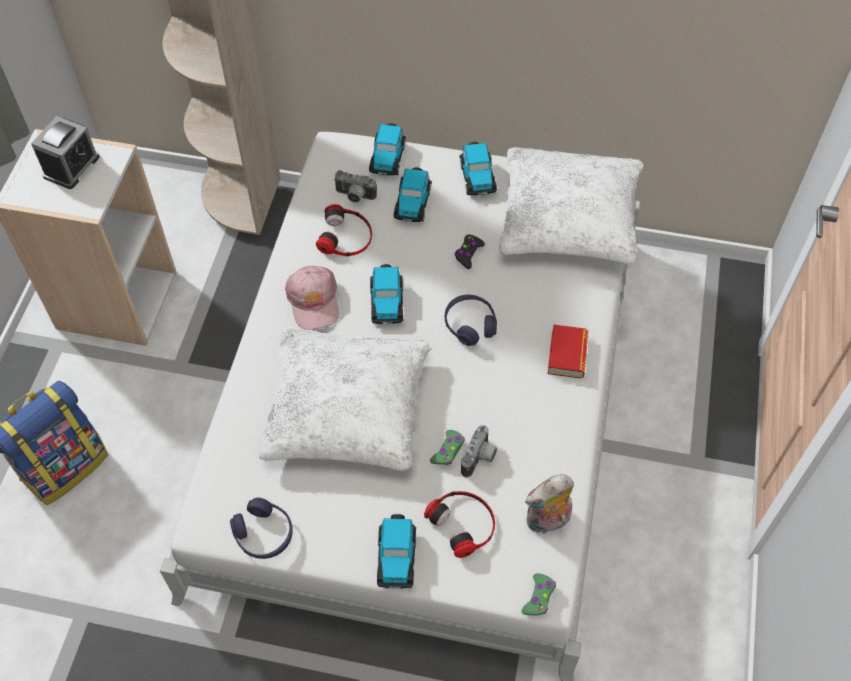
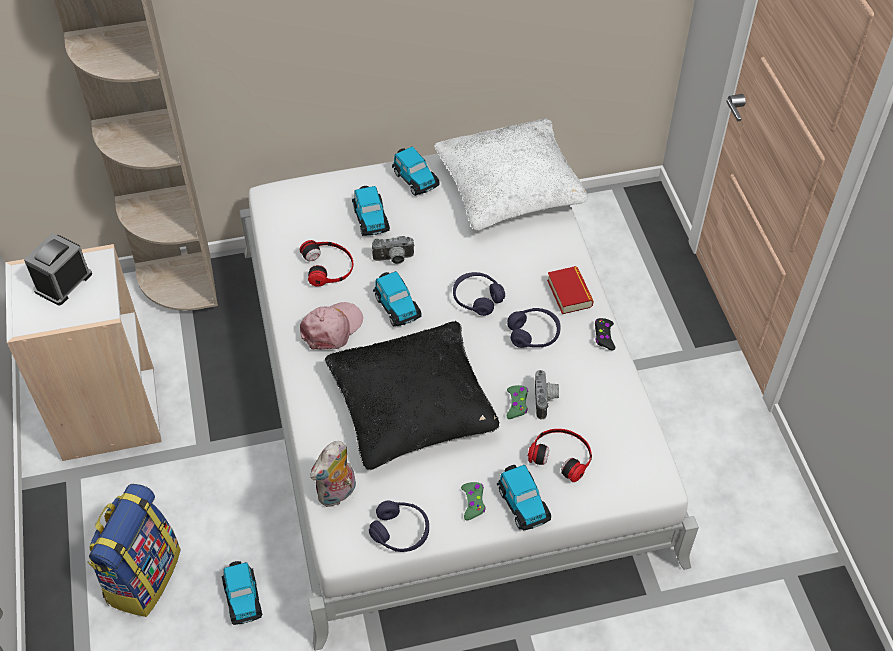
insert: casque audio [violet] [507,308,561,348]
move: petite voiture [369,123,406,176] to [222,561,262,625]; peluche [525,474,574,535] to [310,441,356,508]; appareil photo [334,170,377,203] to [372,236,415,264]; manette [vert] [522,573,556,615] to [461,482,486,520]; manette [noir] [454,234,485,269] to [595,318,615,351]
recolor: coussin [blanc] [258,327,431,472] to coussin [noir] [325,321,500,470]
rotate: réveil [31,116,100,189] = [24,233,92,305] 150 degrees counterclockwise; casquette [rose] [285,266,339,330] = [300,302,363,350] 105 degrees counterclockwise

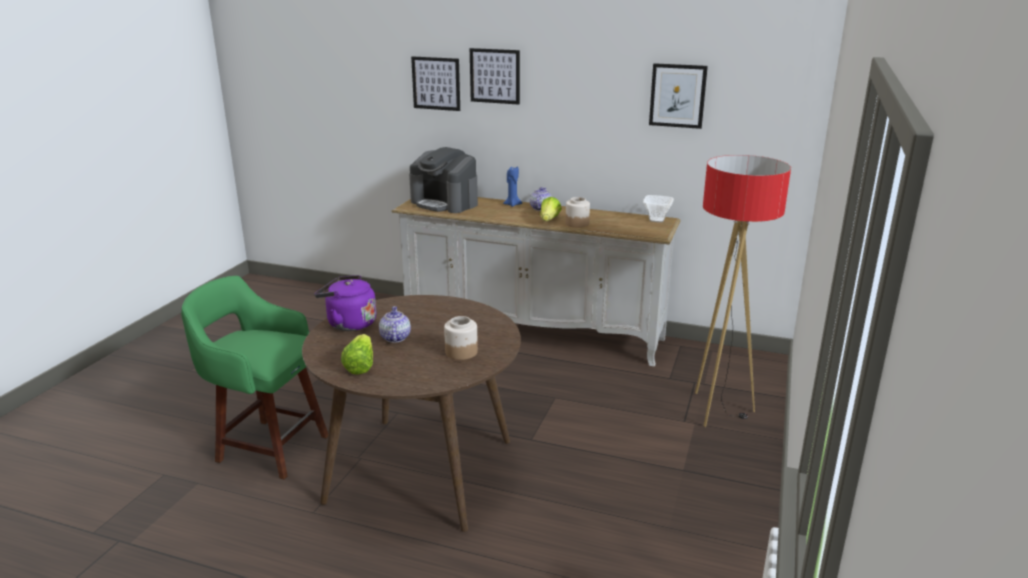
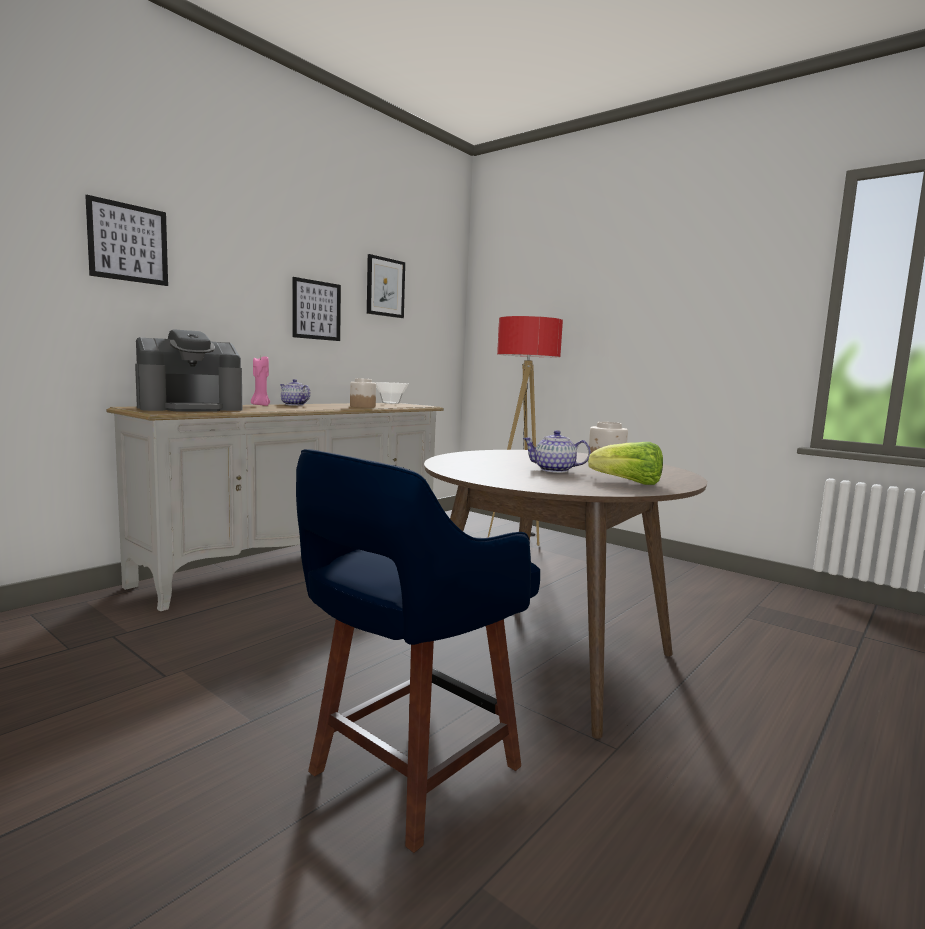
delete: bouilloire [violet] [314,275,376,331]; laitue [540,197,562,221]
move: tableau [470,48,520,105] to [292,277,341,341]
recolor: bougie [bleu] [503,166,522,207] to bougie [rose] [251,356,270,406]; tabouret [vert] [181,276,328,479] to tabouret [bleu] [296,449,540,853]

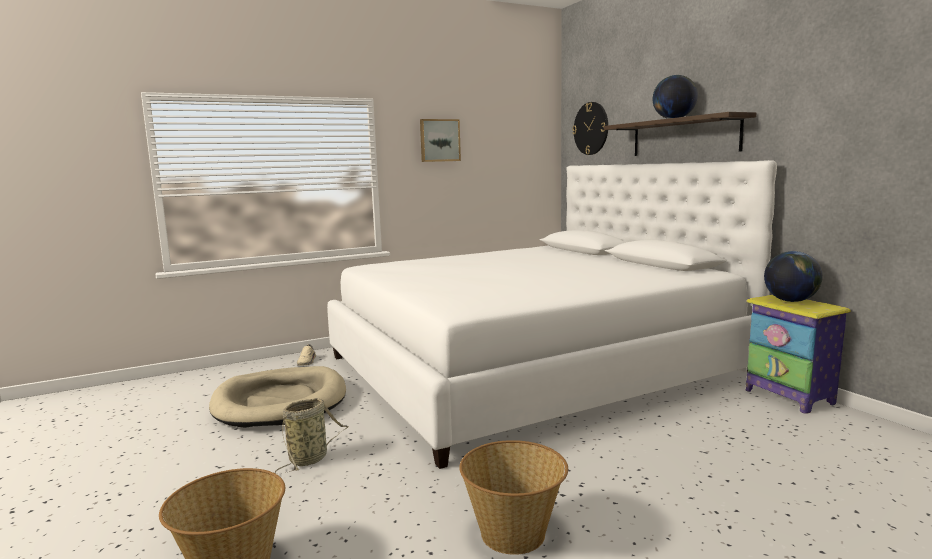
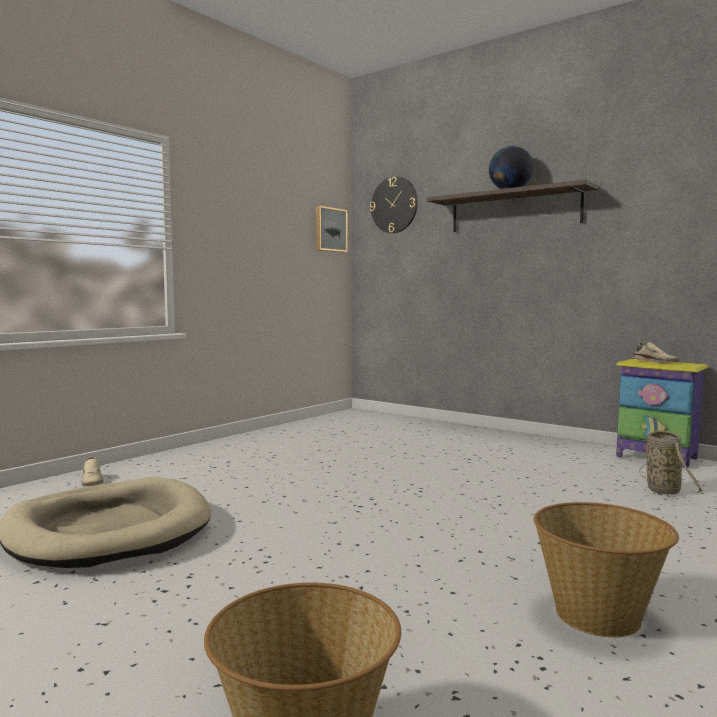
delete: lit [blanc] [327,160,777,469]
move: tableau [420,119,461,162] to [316,206,347,252]; panier [275,398,348,474] to [639,431,703,499]
replace: globe [764,251,823,302] to chaussure [beige] [633,342,678,363]

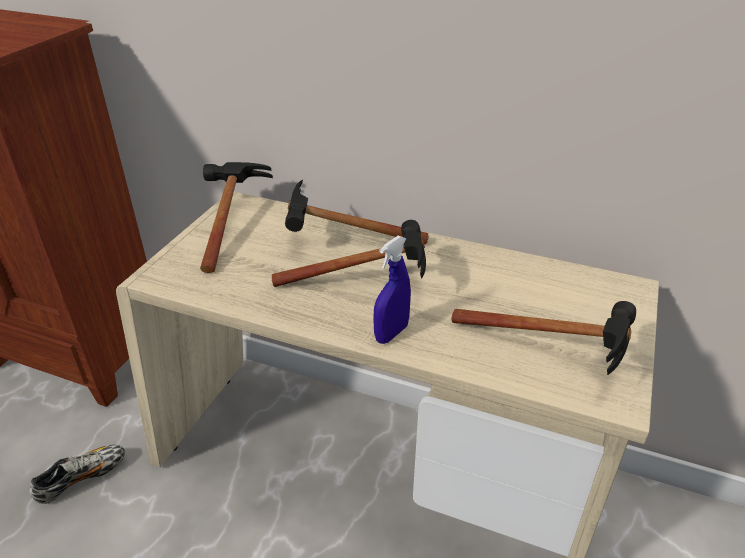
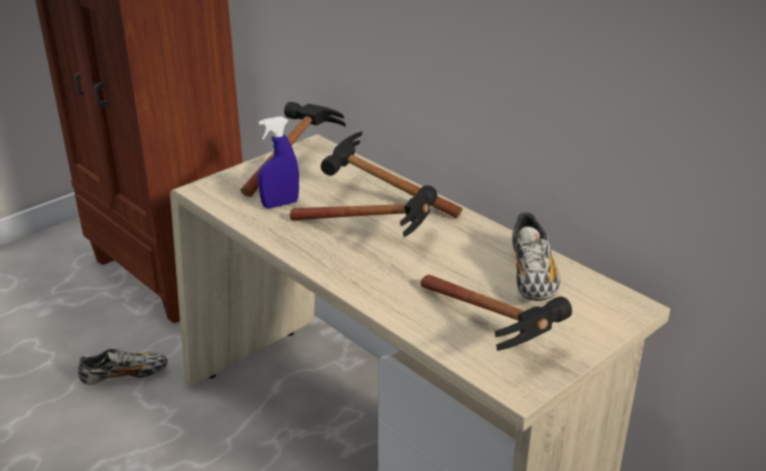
insert: chaussure [512,212,560,301]
move: vaporisateur [bleu] [373,236,411,344] to [258,116,299,208]

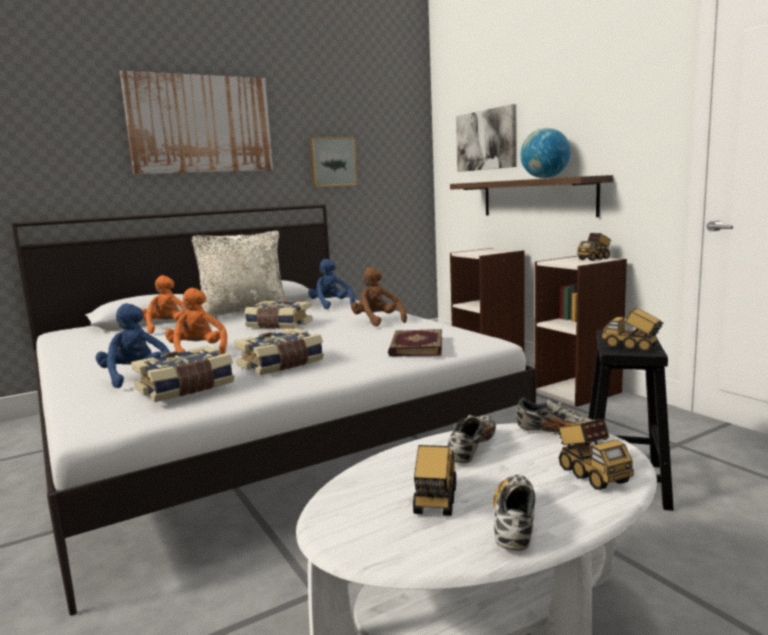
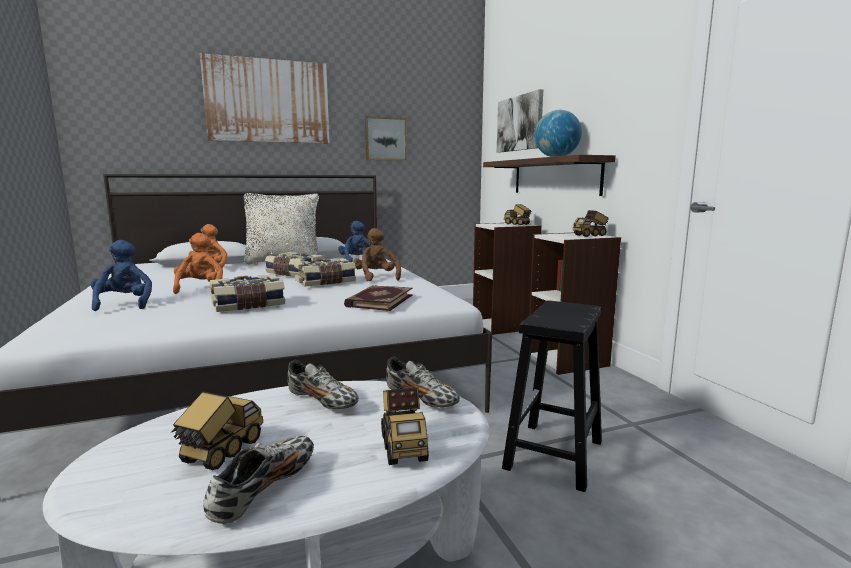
move: livre [131,346,234,402] to [294,258,356,286]; camion jouet [602,308,663,352] to [504,204,532,225]
rotate: chaussure [447,415,496,463] = [287,360,359,409] 90 degrees clockwise

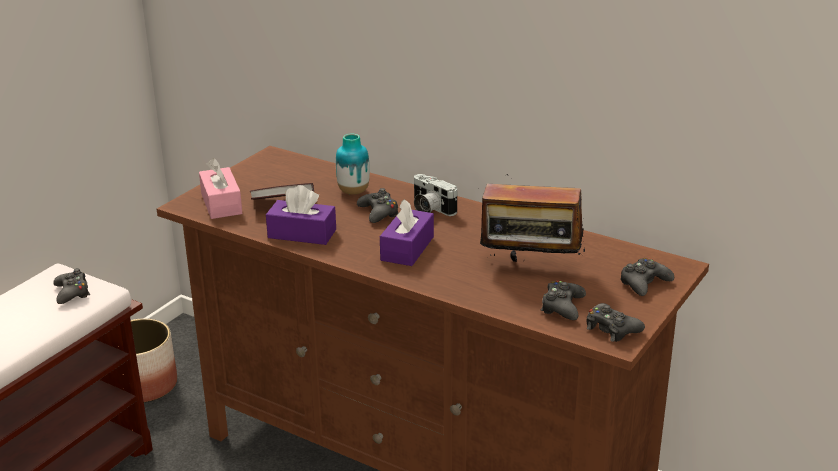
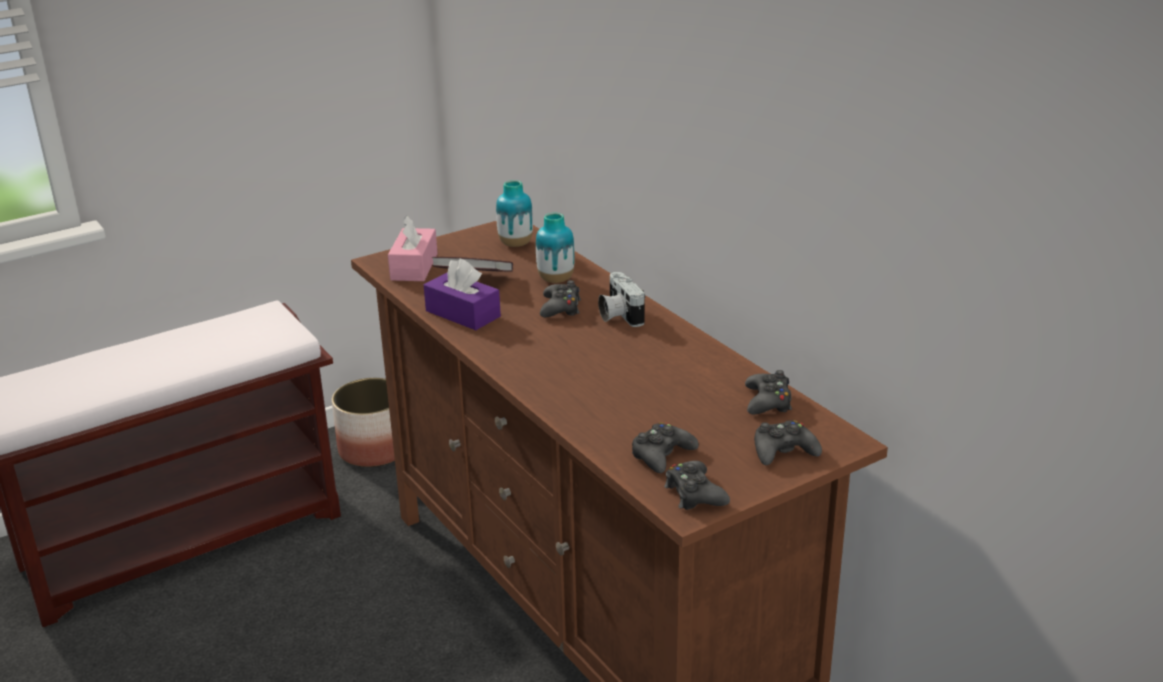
delete: boîte à mouchoirs [violet] [380,199,434,266]; radio [480,174,586,262]
insert: vase [496,180,533,247]
move: manette [noir] [53,268,90,304] to [745,370,792,414]

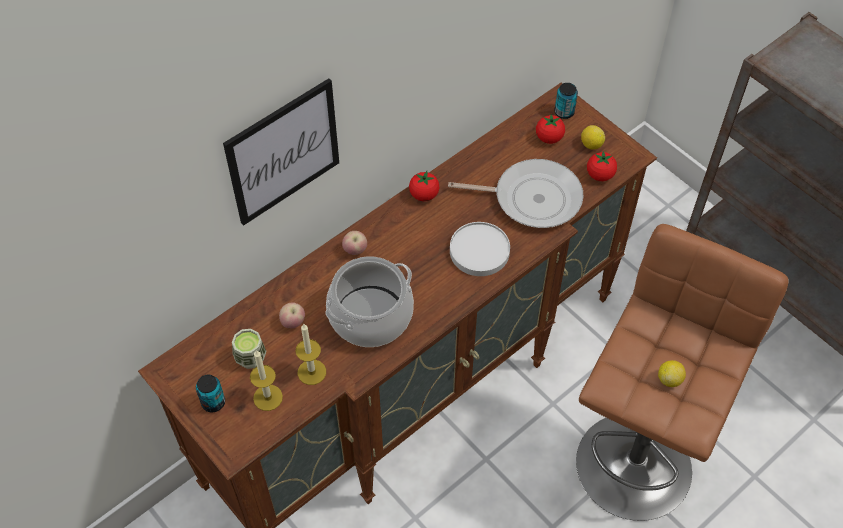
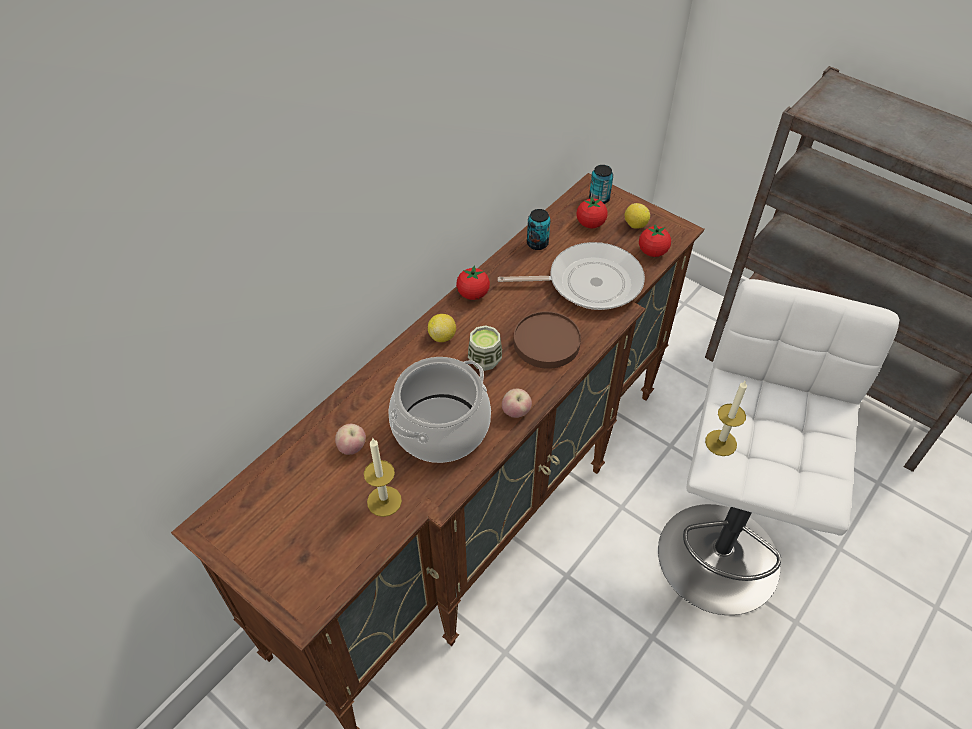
delete: tableau [223,78,339,226]
move: citron [658,360,686,387] to [428,314,456,342]; tasse [232,329,266,369] to [468,325,502,371]; pomme [342,231,367,255] to [502,389,532,418]; boîte métallique [196,375,225,412] to [527,209,551,250]; bougie [250,350,283,411] to [705,380,747,456]
recolor: assiette [blanc] [450,222,510,276] to assiette [marron] [514,311,581,369]; tabouret [marron] [576,224,789,521] to tabouret [blanc] [658,279,899,615]

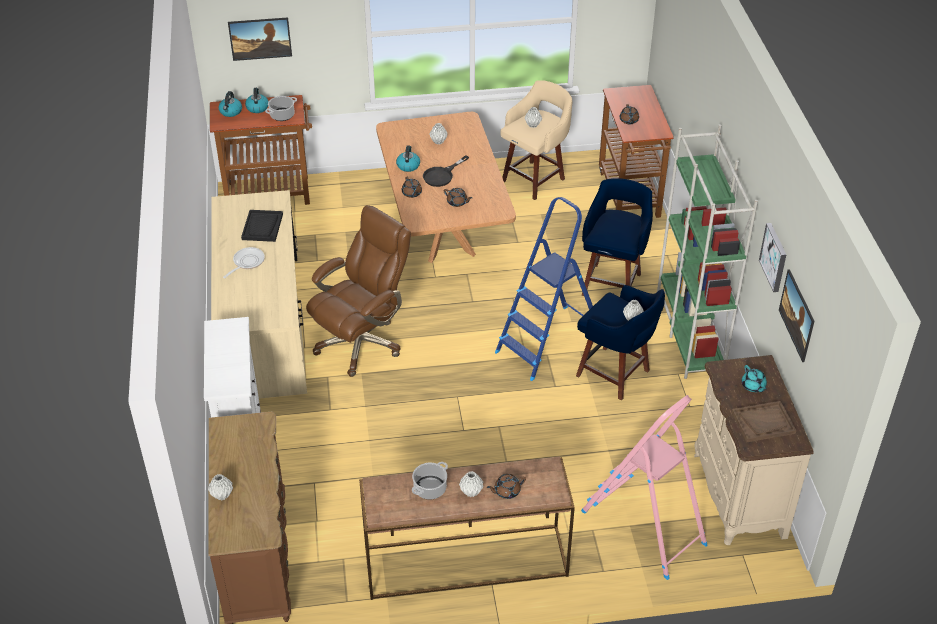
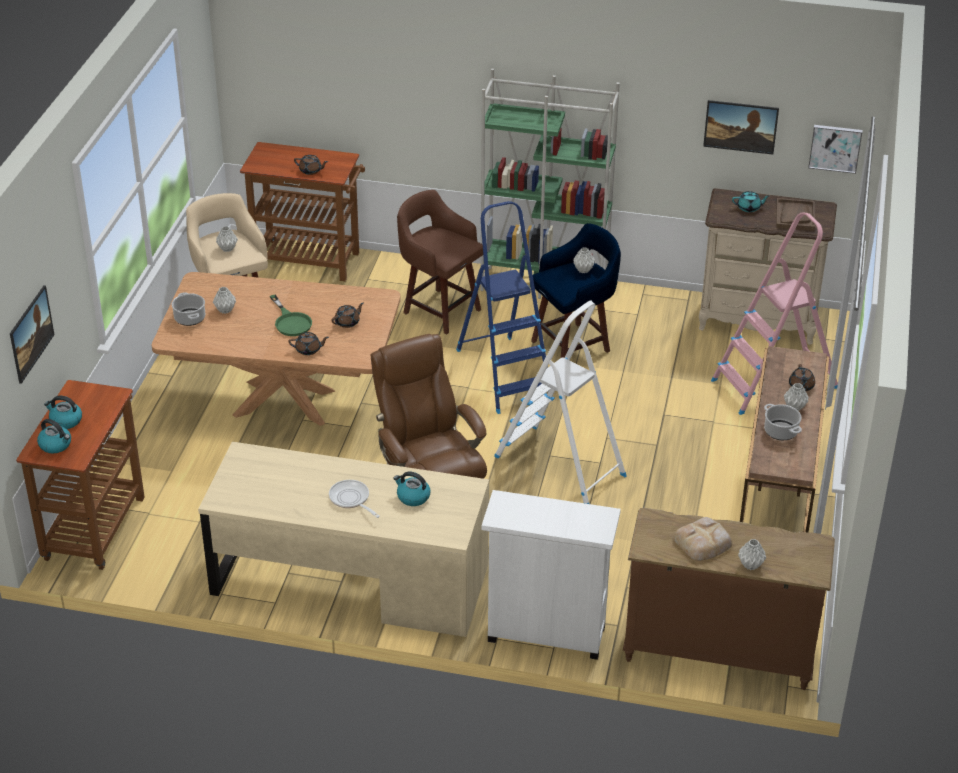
delete: plateau [noir] [241,210,283,242]
insert: escabeau [blanc] [494,301,627,504]; pain [673,517,732,561]
move: marmite [265,96,297,121] to [172,293,205,326]; bouilloire [396,145,420,172] to [393,471,431,506]; tableau [759,223,786,292] to [808,125,863,174]
recolor: poêle [noir] [423,155,469,187] to poêle [vert] [270,295,312,336]; tabouret [bleu] [582,178,653,296] to tabouret [marron] [397,190,483,335]

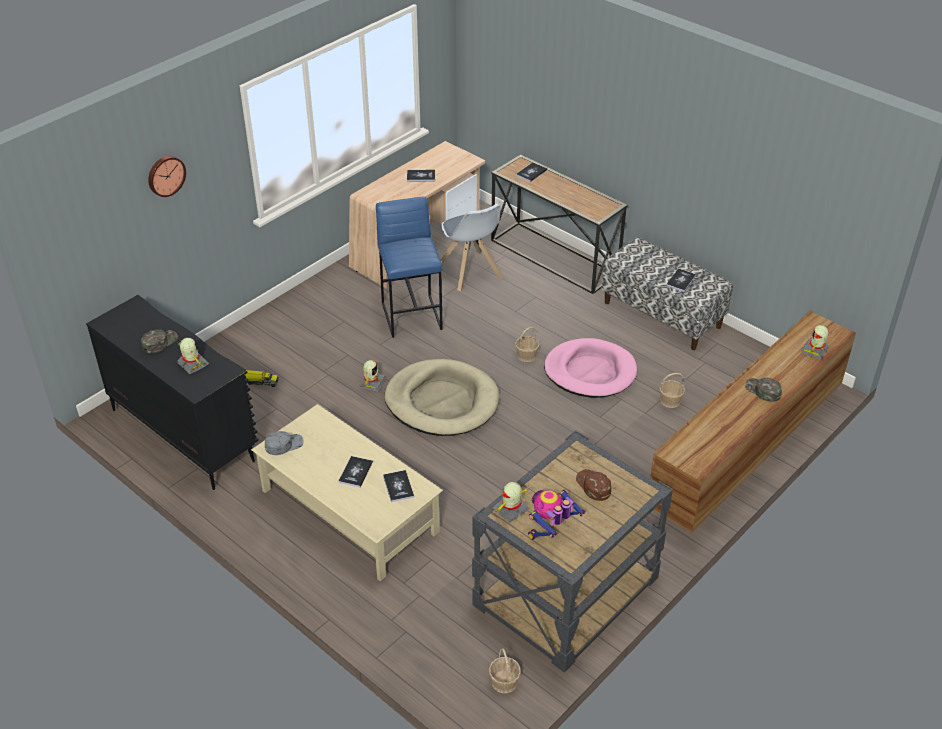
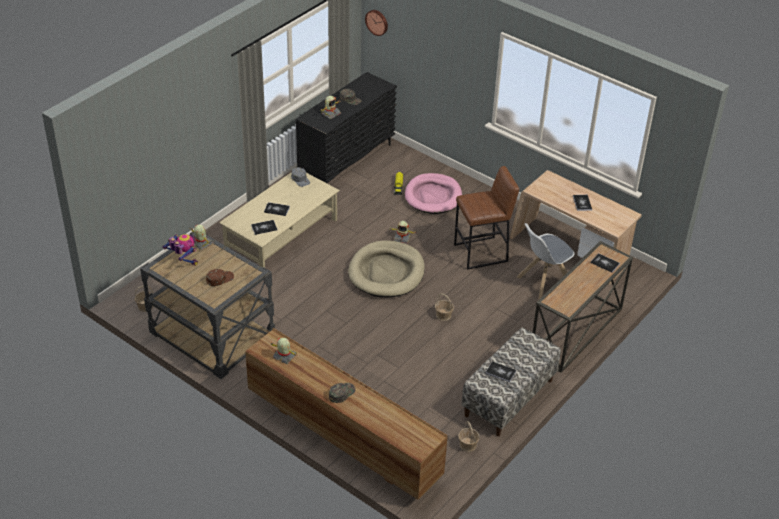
move: robot jouet [801,325,829,359] to [269,338,297,364]; horloge murale [148,156,186,197] to [365,10,388,36]; panier pour chien [rose] [544,338,637,398] to [405,173,462,214]; panier [659,373,685,408] to [458,421,480,452]
recolor: tabouret [bleu] [376,197,443,338] to tabouret [marron] [454,166,519,270]

